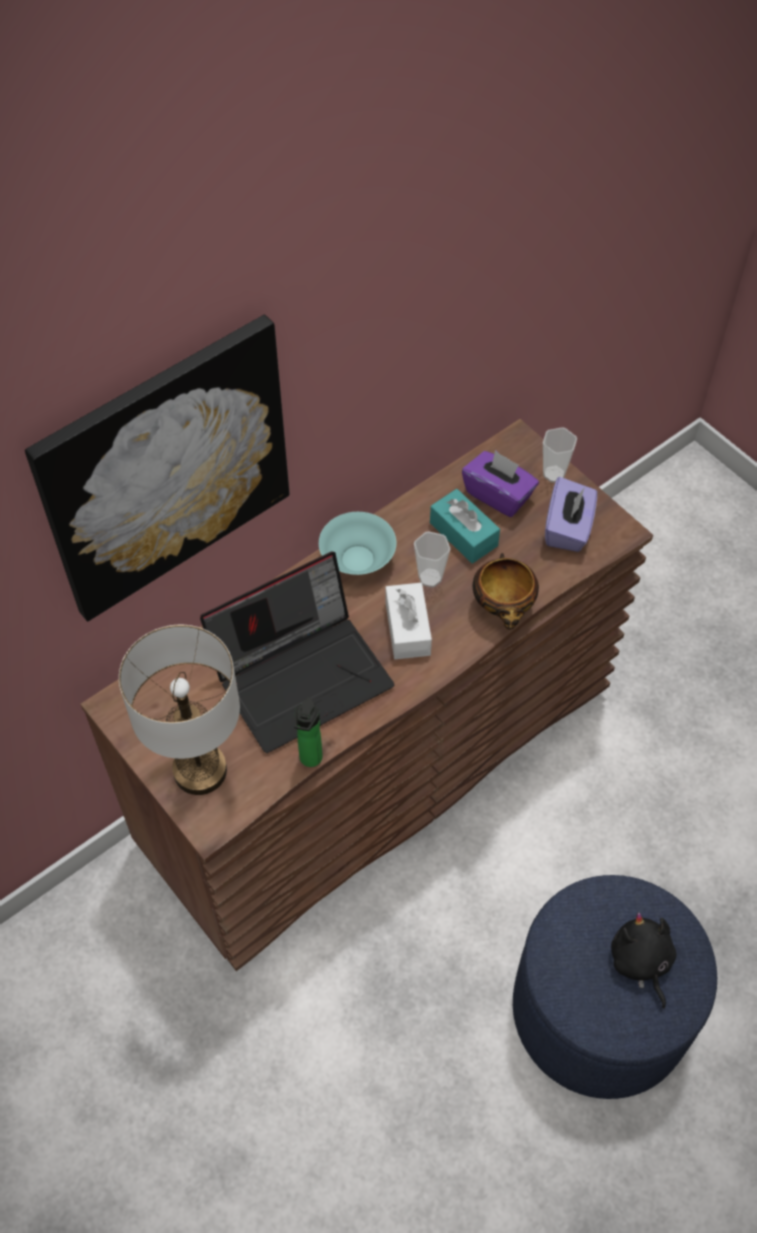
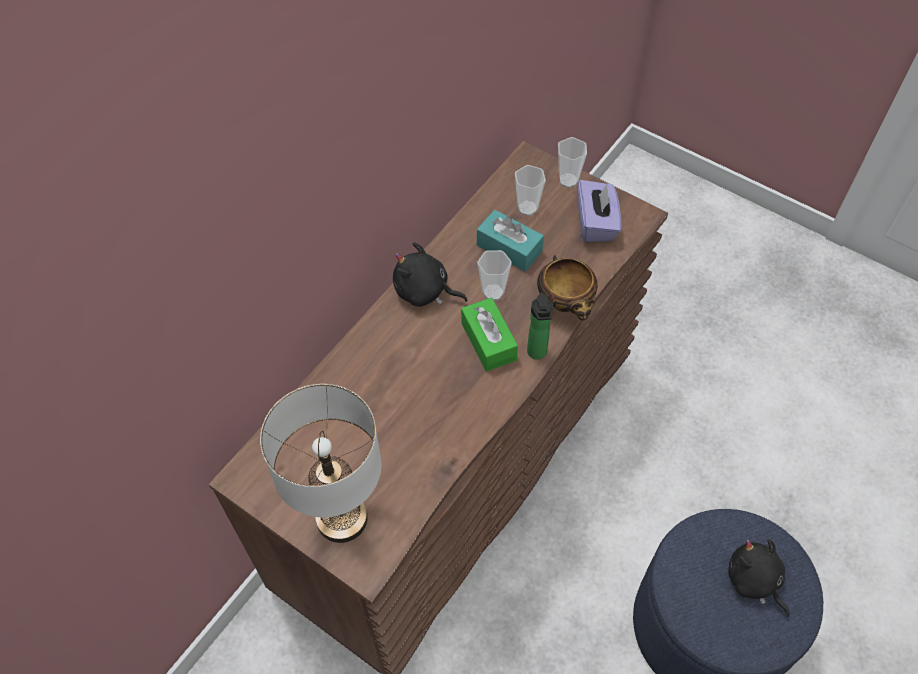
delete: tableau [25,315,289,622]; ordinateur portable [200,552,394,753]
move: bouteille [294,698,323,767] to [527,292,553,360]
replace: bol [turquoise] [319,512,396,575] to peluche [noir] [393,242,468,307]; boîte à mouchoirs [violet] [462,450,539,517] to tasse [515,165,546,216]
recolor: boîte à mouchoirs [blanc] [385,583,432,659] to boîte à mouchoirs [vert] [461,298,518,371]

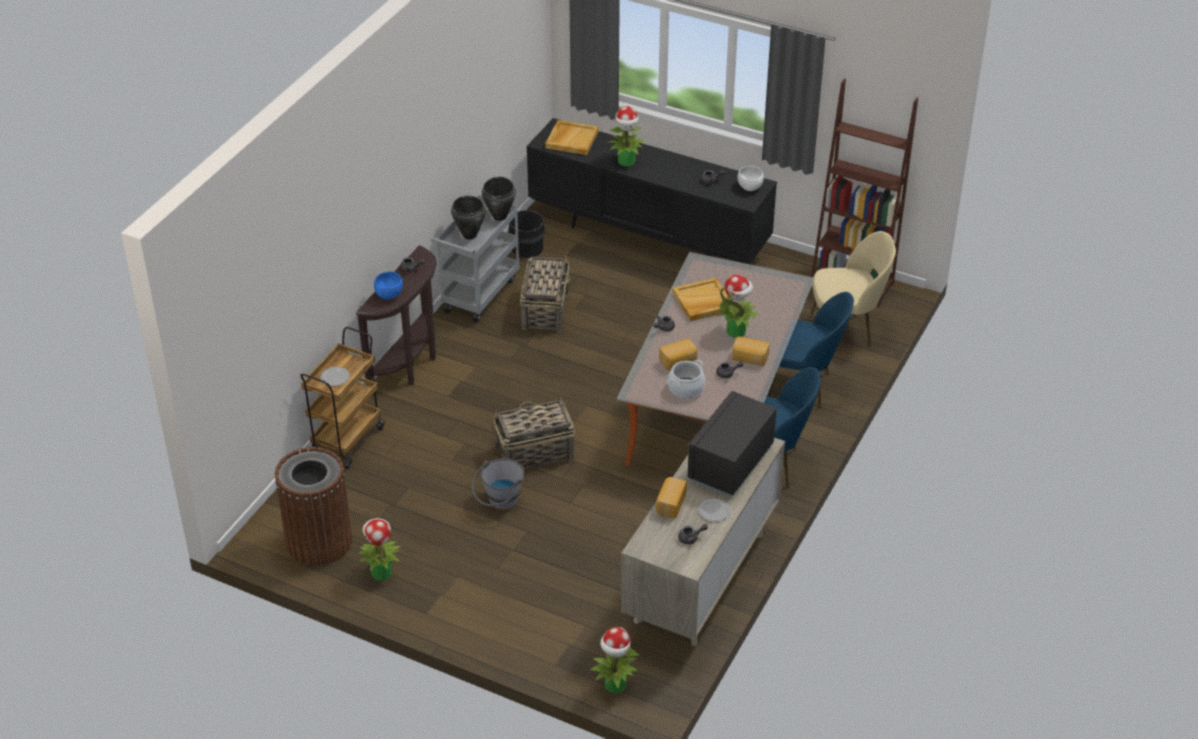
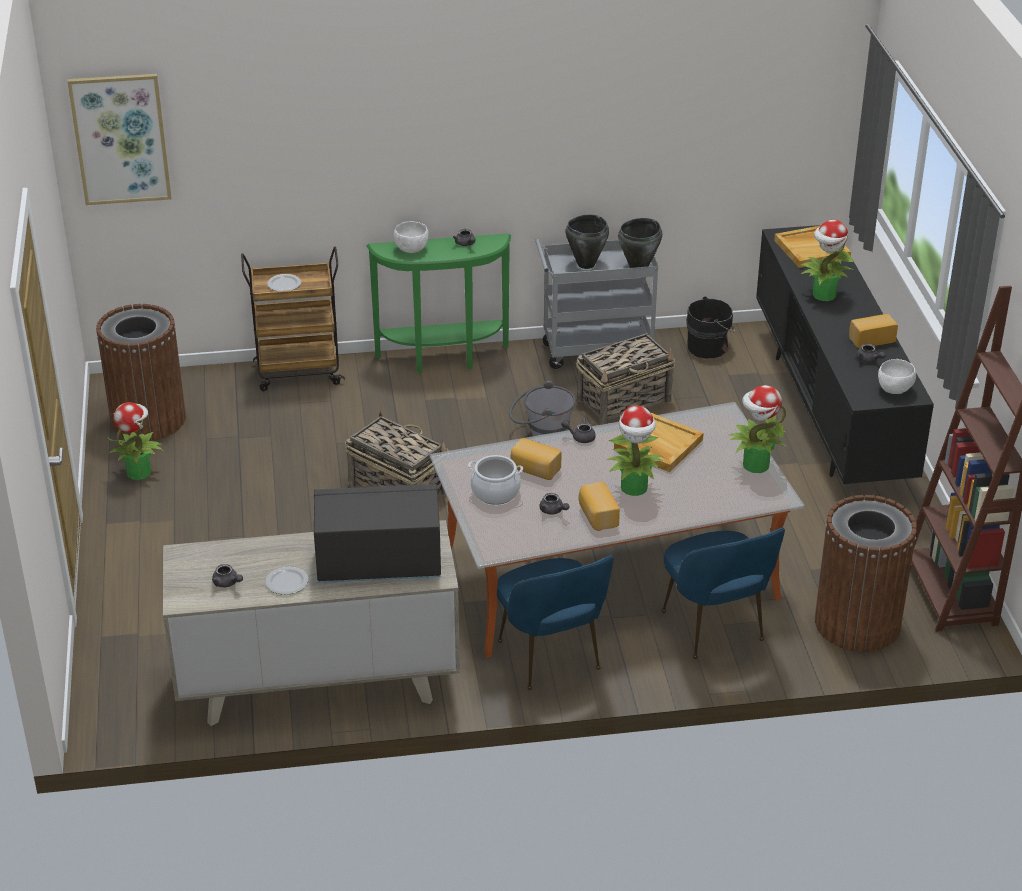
insert: tableau [67,74,171,205]
move: seau [gris] [472,458,525,510] to [509,381,576,436]; plante en pot [590,627,639,693] to [729,385,786,473]; pain [655,477,687,518] to [849,314,898,348]
replace: chaise [beige] [810,231,896,347] to poubelle [marron] [815,495,917,652]
recolor: table console [marron] [356,245,436,385] to table console [vert] [366,233,511,373]; bol [bleu] [374,271,403,300] to bol [blanc] [393,221,429,253]

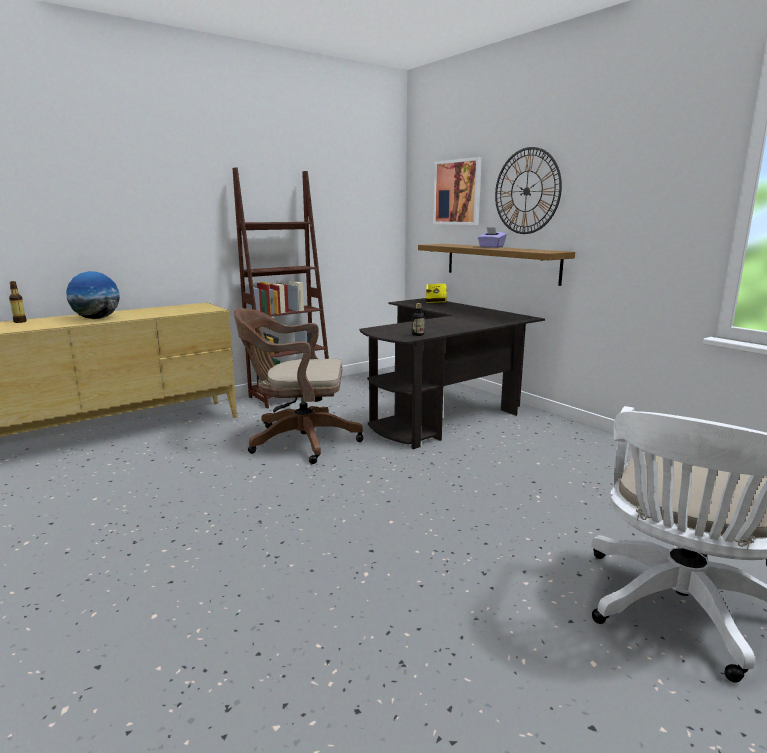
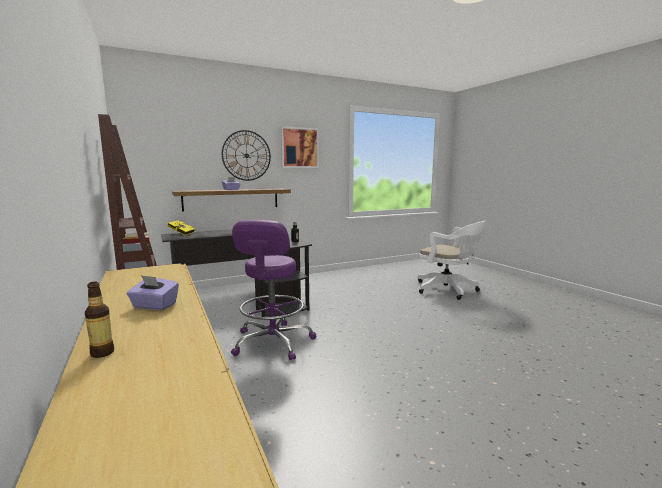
move: tableau [433,157,482,225] to [281,126,319,168]
replace: globe [66,271,120,319] to boîte à mouchoirs [violet] [127,275,179,310]; chaise de bureau [marron] [234,308,364,464] to tabouret [violet] [231,220,317,360]

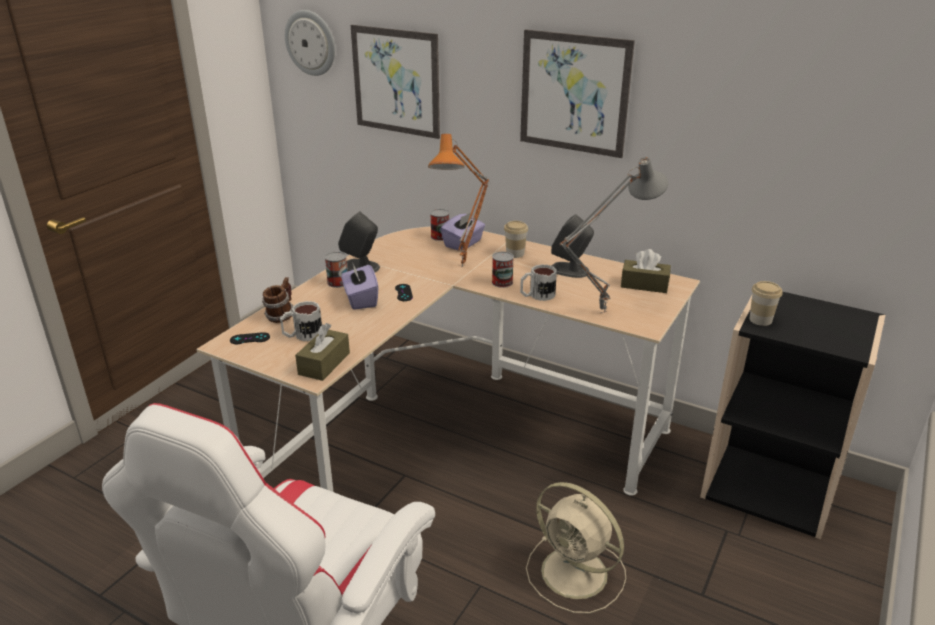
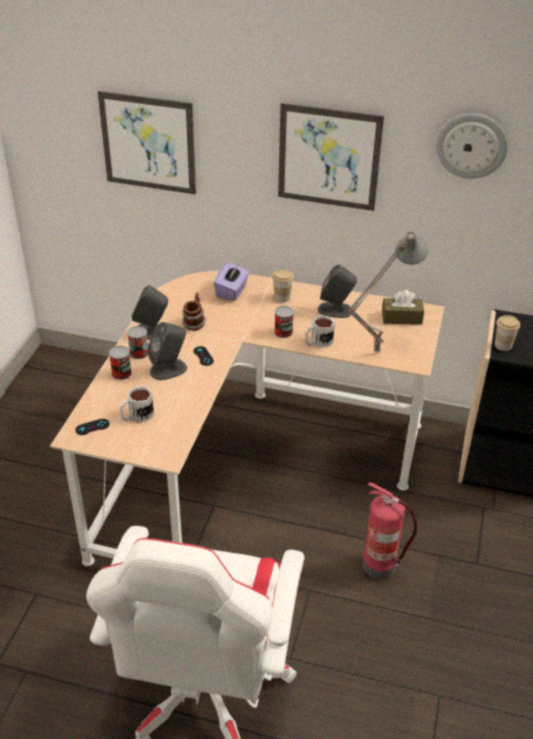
delete: boîte à mouchoirs [marron] [295,323,350,381]; lampe de table [orange] [428,134,489,267]
move: boîte métallique [430,209,449,241] to [109,346,132,380]; mug [262,277,293,323] to [182,293,206,331]; horloge murale [285,10,335,76] to [436,113,508,179]
replace: boîte à mouchoirs [violet] [342,262,378,310] to enceinte [gris] [148,322,187,380]; ventilateur [beige] [526,482,626,614] to extincteur [362,482,417,580]

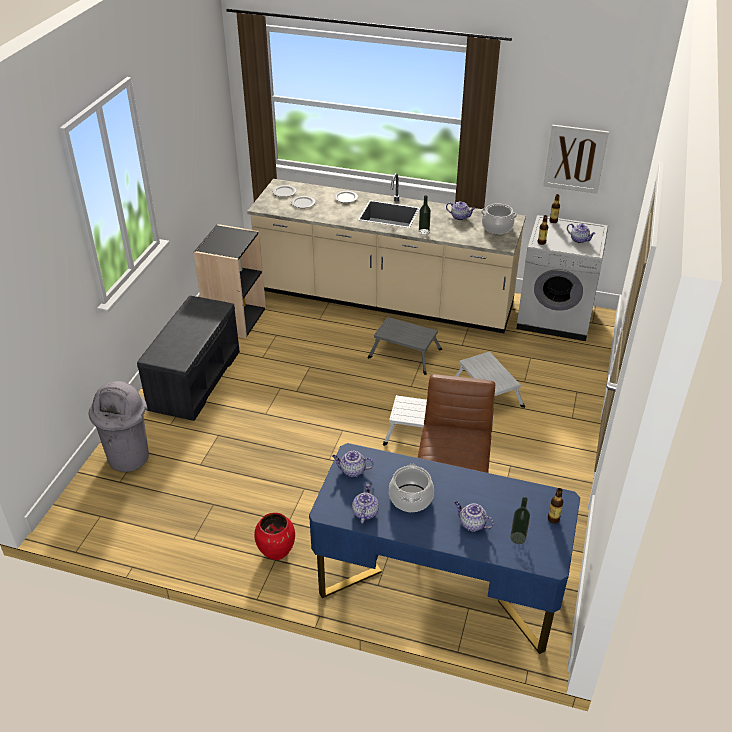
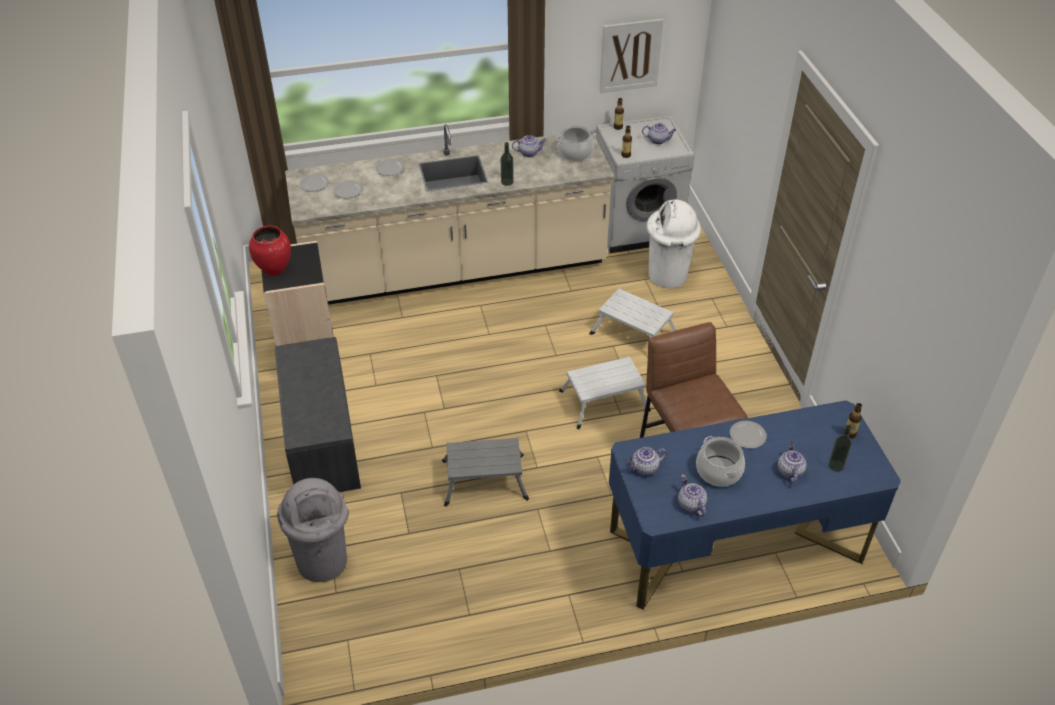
insert: poubelle [blanc] [646,199,701,288]; assiette [730,421,767,449]
move: vase [rouge] [254,512,295,560] to [249,225,291,276]; escabeau [gris] [367,317,443,375] to [442,438,529,507]
rotate: théière [454,501,494,532] = [778,442,806,483] 90 degrees clockwise

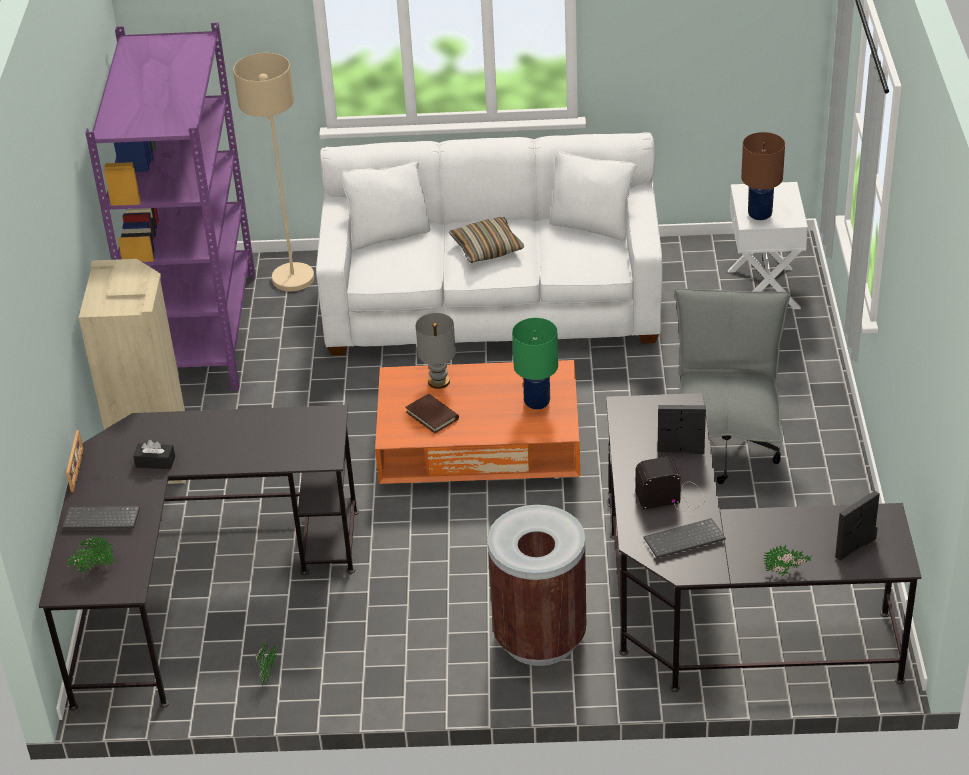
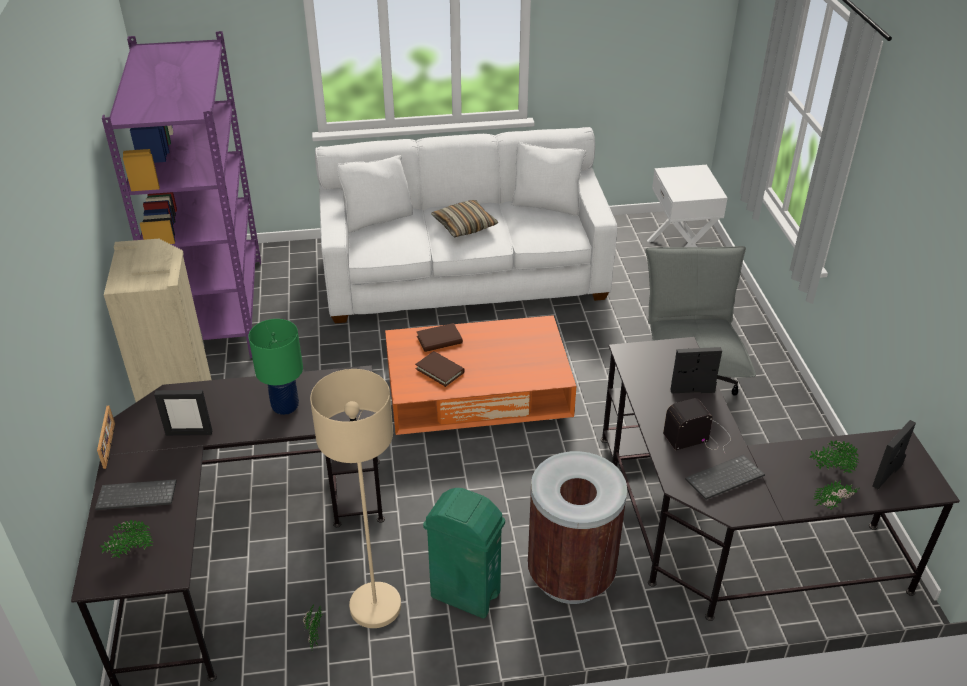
delete: lampe de table [marron] [741,132,785,220]
insert: poubelle [vert] [423,488,505,619]; plante en pot [809,440,859,473]
move: lampe de table [vert] [512,318,558,409] to [248,319,303,415]; lampadaire [beige] [233,53,314,292] to [310,369,401,628]
replace: boîte à mouchoirs [noir] [133,440,175,469] to cadre photo [154,390,212,436]; lampe de table [gris] [416,313,456,389] to livre [marron] [417,323,463,352]

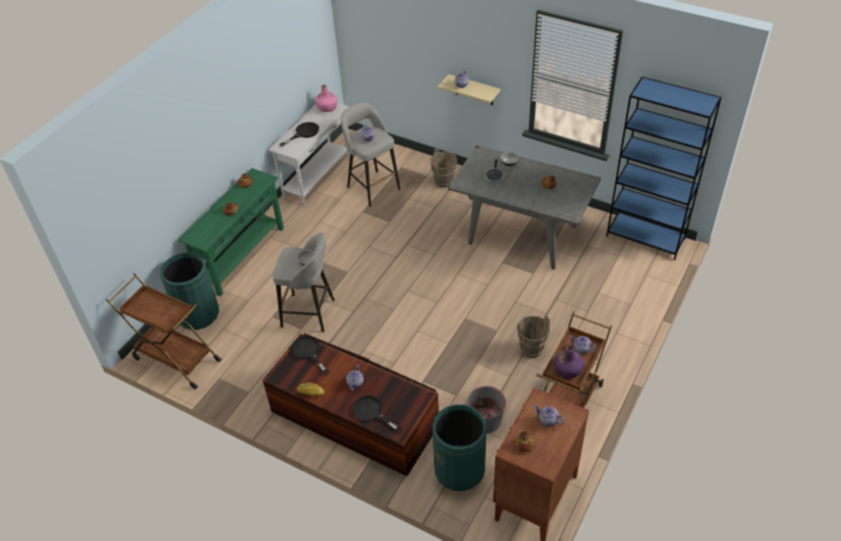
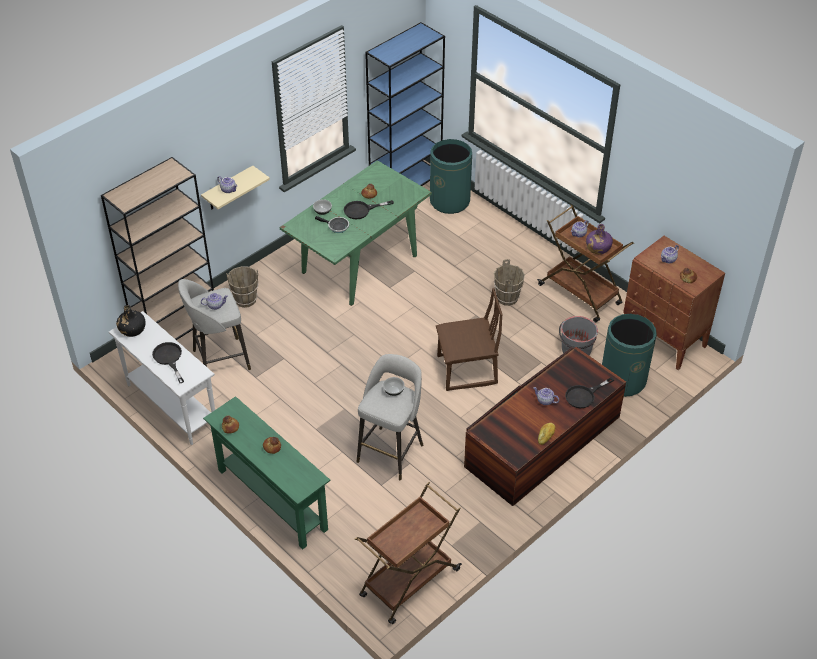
insert: bibliothèque [beige] [101,157,214,340]; chaise [marron] [436,288,503,391]
move: poêle [noir] [291,335,330,375] to [343,200,394,219]; poubelle [vert] [160,253,219,330] to [430,139,472,214]
recolor: bouteille [rose] [315,85,338,112] to bouteille [noir] [116,305,146,337]; table à manger [gris] [448,145,601,270] to table à manger [vert] [280,160,432,306]

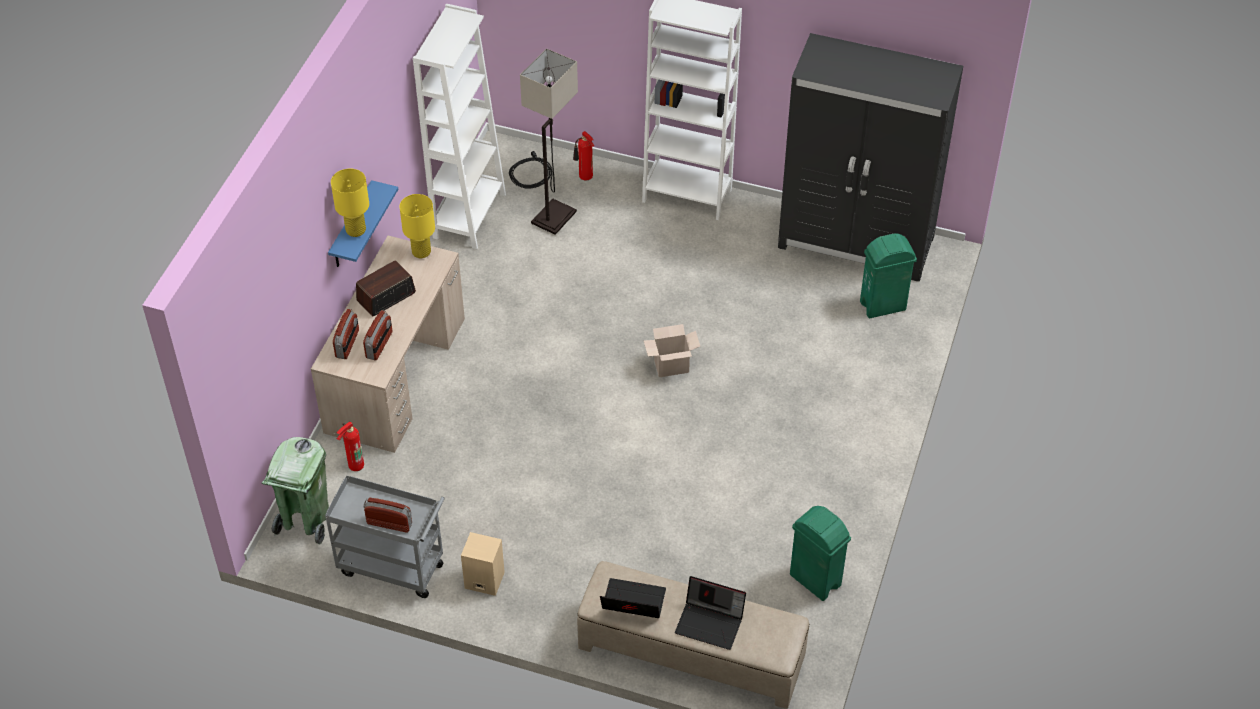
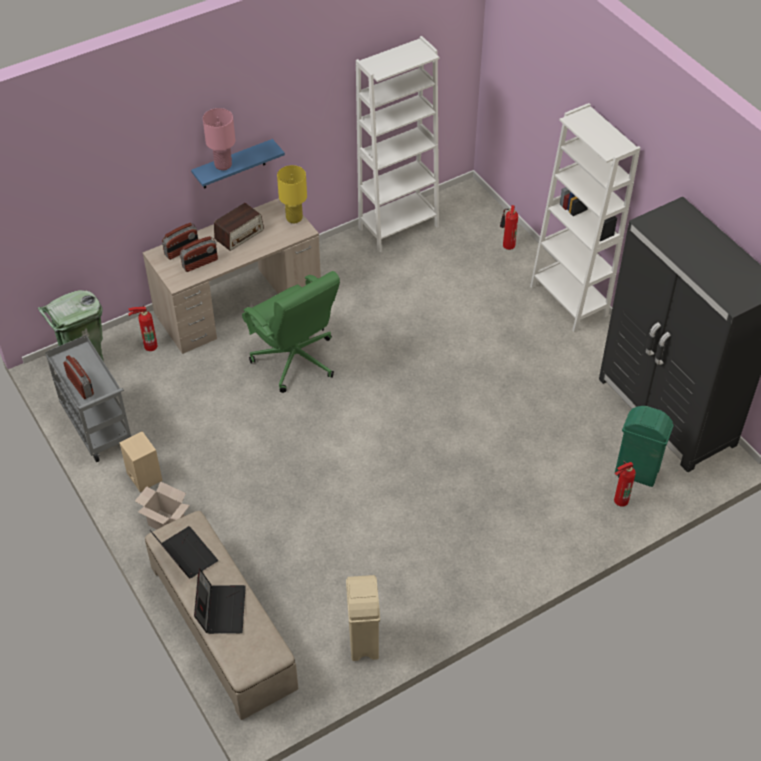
delete: lampadaire [509,48,578,235]
insert: chaise de bureau [vert] [242,271,340,393]; extincteur [614,461,636,507]
move: carton [644,324,700,377] to [135,481,190,529]
recolor: lampe de table [jaune] [331,169,369,237] to lampe de table [rose] [203,108,236,171]; poubelle [vert] [790,506,851,601] to poubelle [beige] [346,575,380,661]
rotate: ordinateur portable [675,576,746,650] = [194,568,246,634] 150 degrees counterclockwise; radio [356,261,416,316] = [214,203,264,251] 135 degrees clockwise

